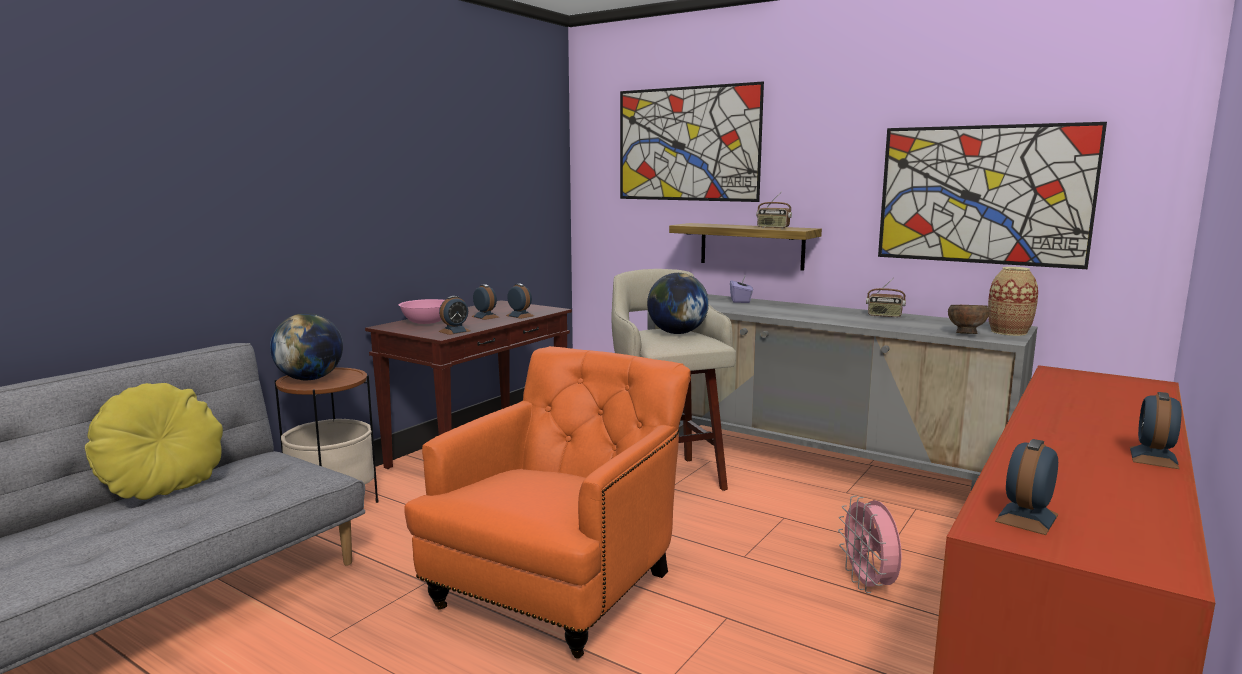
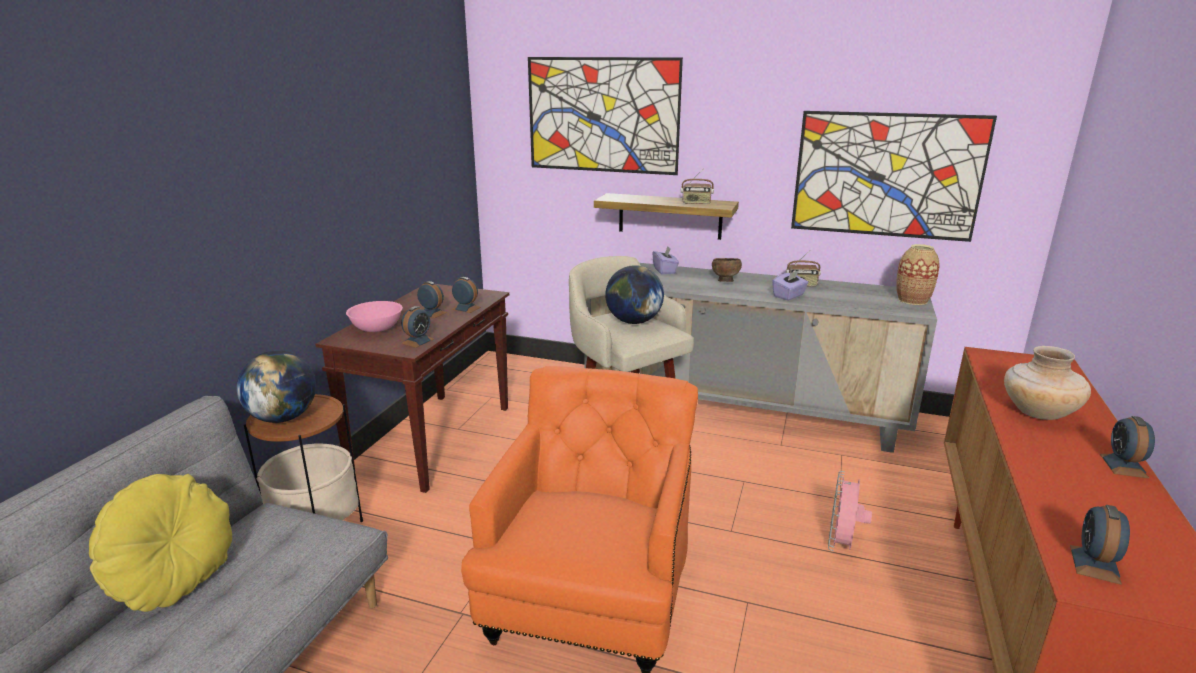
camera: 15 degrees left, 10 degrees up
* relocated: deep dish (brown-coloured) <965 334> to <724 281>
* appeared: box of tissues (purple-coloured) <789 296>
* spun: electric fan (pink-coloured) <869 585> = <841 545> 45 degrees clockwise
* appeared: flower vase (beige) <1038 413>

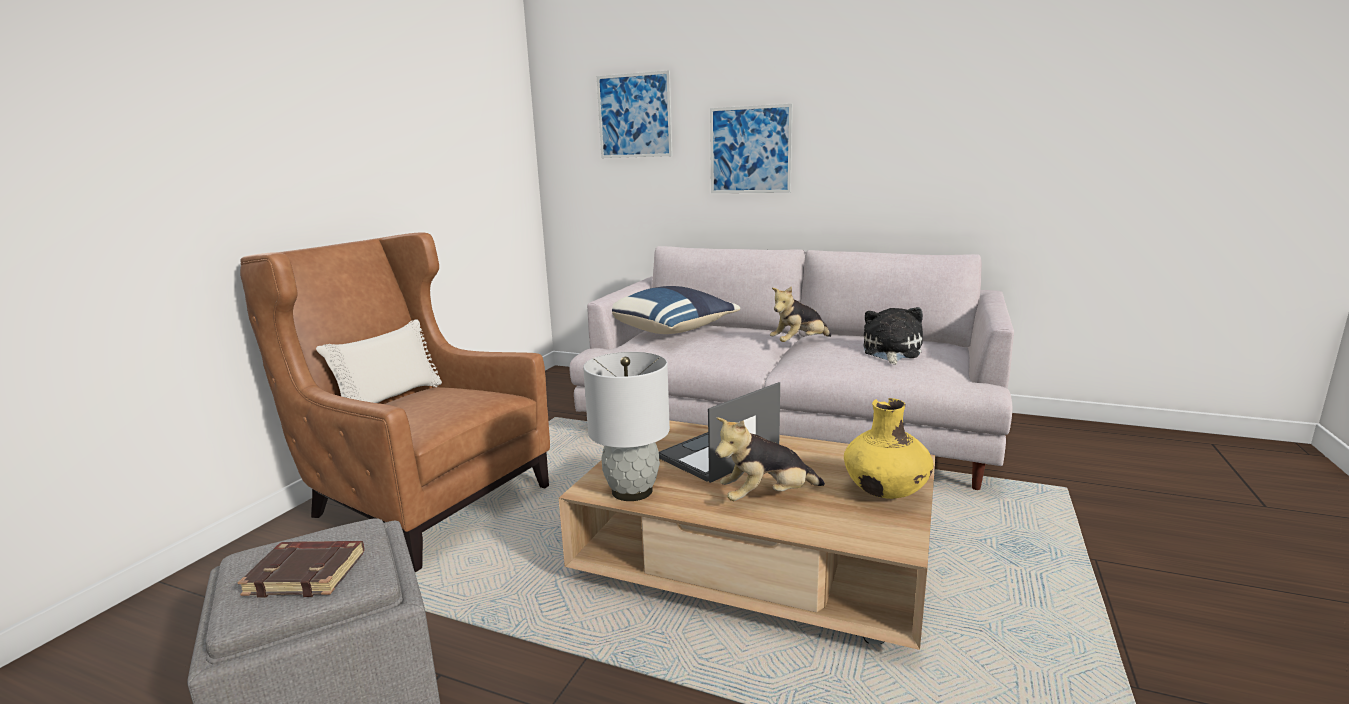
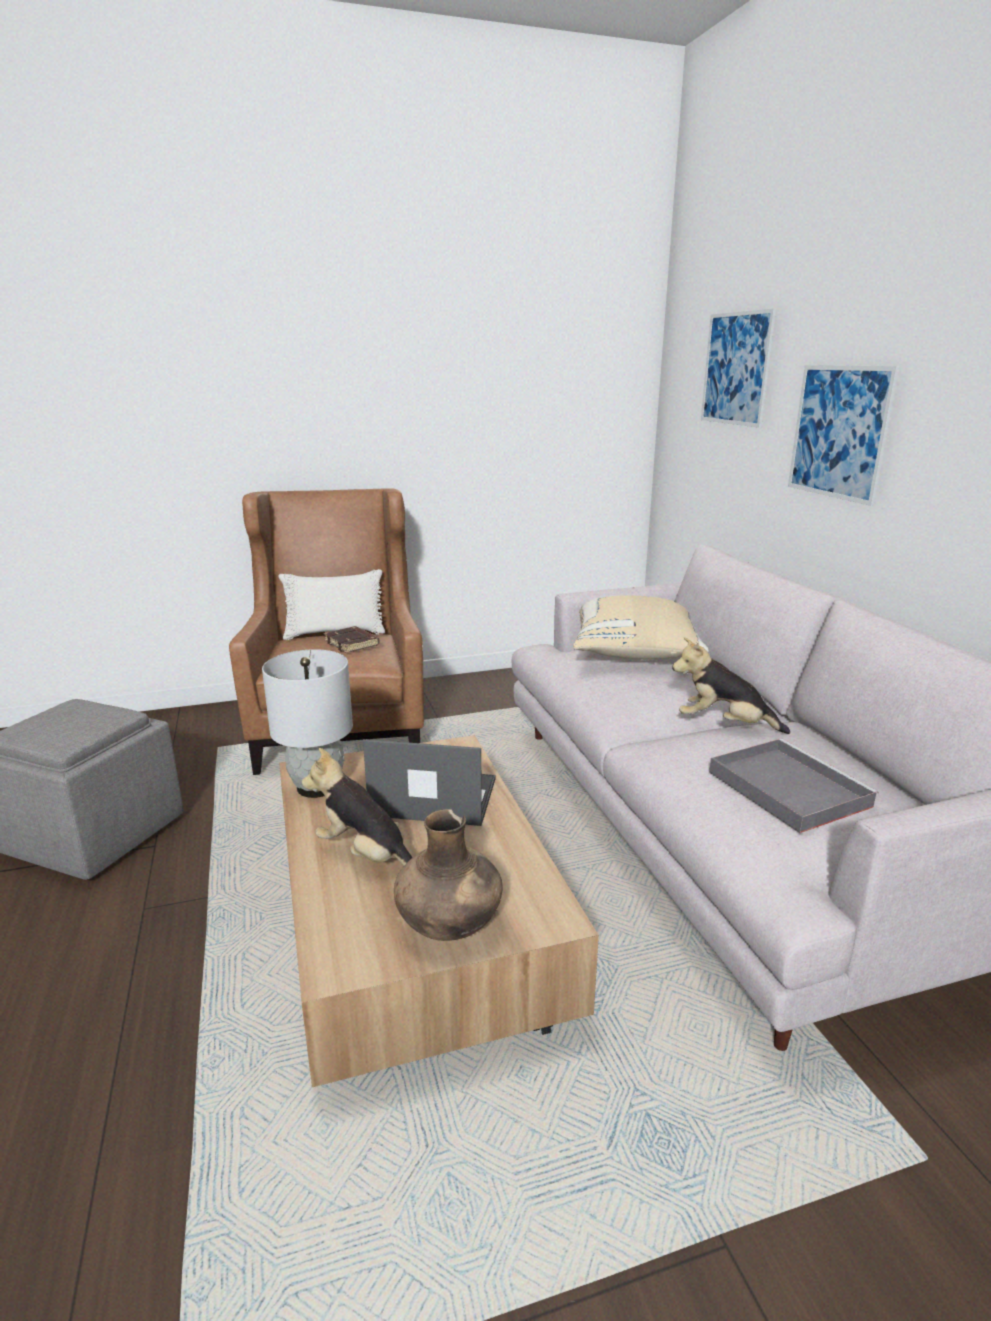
camera: 50 degrees right, 5 degrees up
* relocated: volume (brown-coloured) <308 573> to <352 643>
* colour: flower vase (yellow) <886 492> to flower vase (brown-coloured) <449 926>
* colour: cushion (bluish) <672 331> to cushion (beige) <635 653>
* exchanged: cuddly toy <891 352> to serving tray (greyish) <785 787>

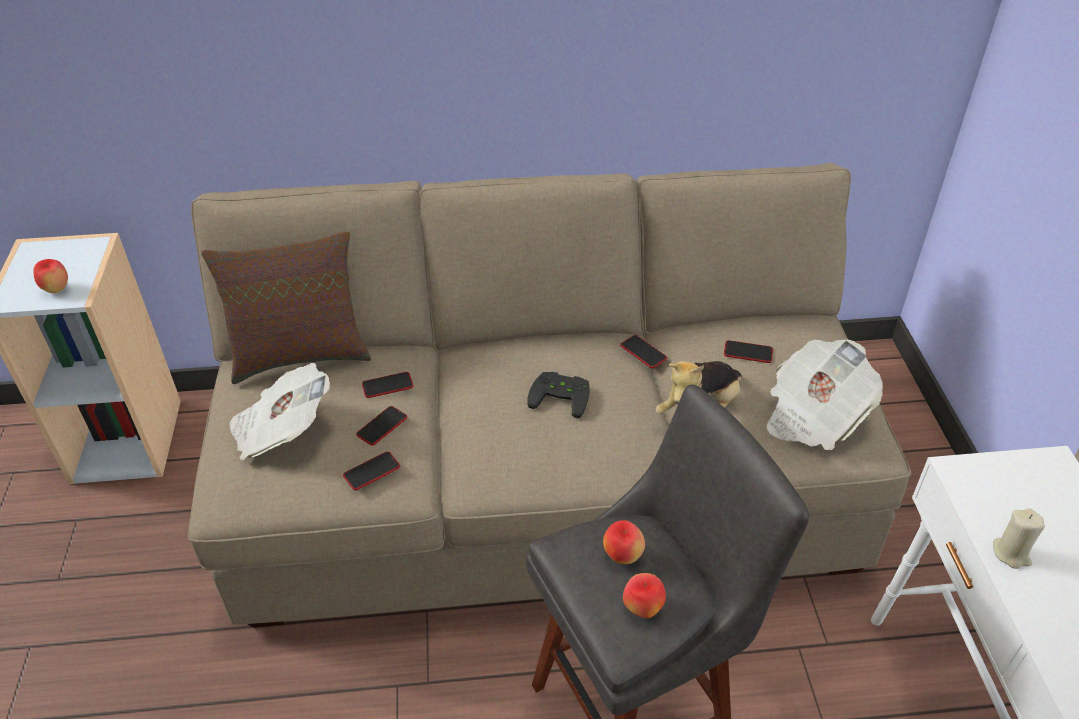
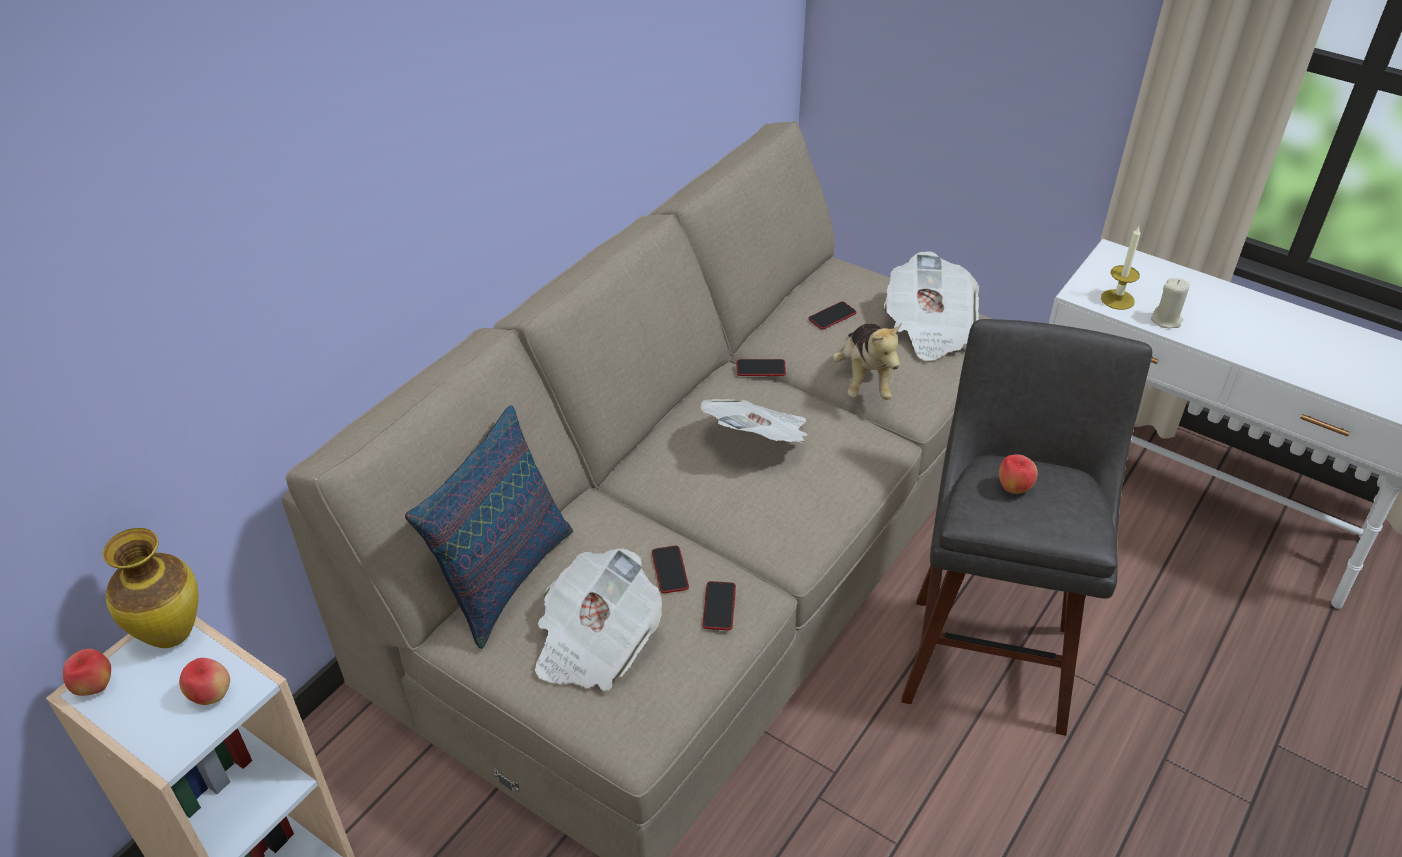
camera: 50 degrees left, 0 degrees up
* relocated: apple <642 608> to <95 687>
* appeared: flower vase <171 634>
* colour: cushion (brown-coloured) <301 358> to cushion (bluish) <506 579>
* exchanged: joypad (black-coloured) <561 395> to newspaper <758 441>
* appeared: wax candle <1117 299>
* missing: phone <387 385>

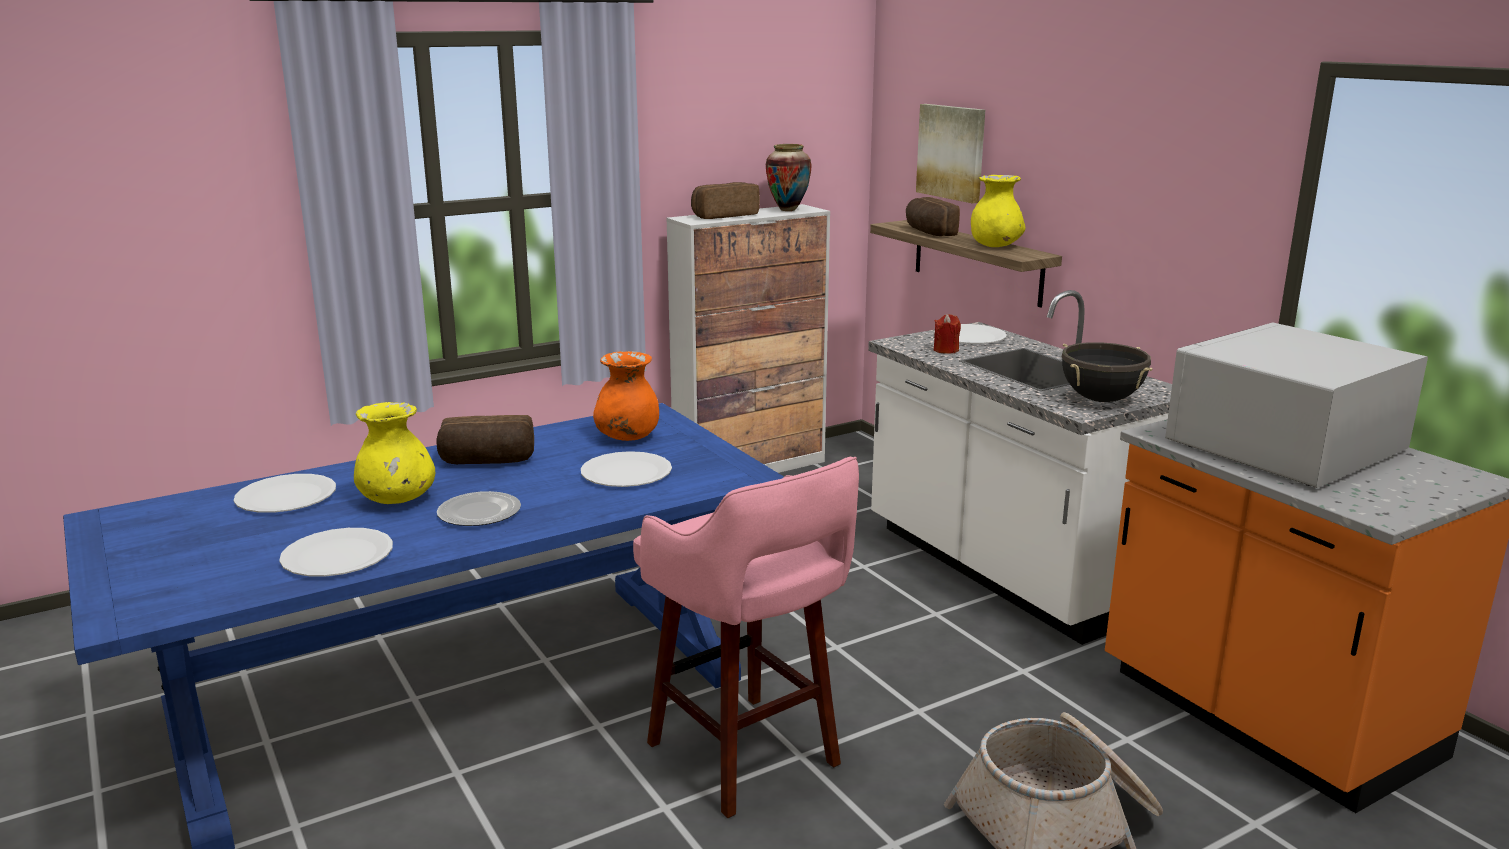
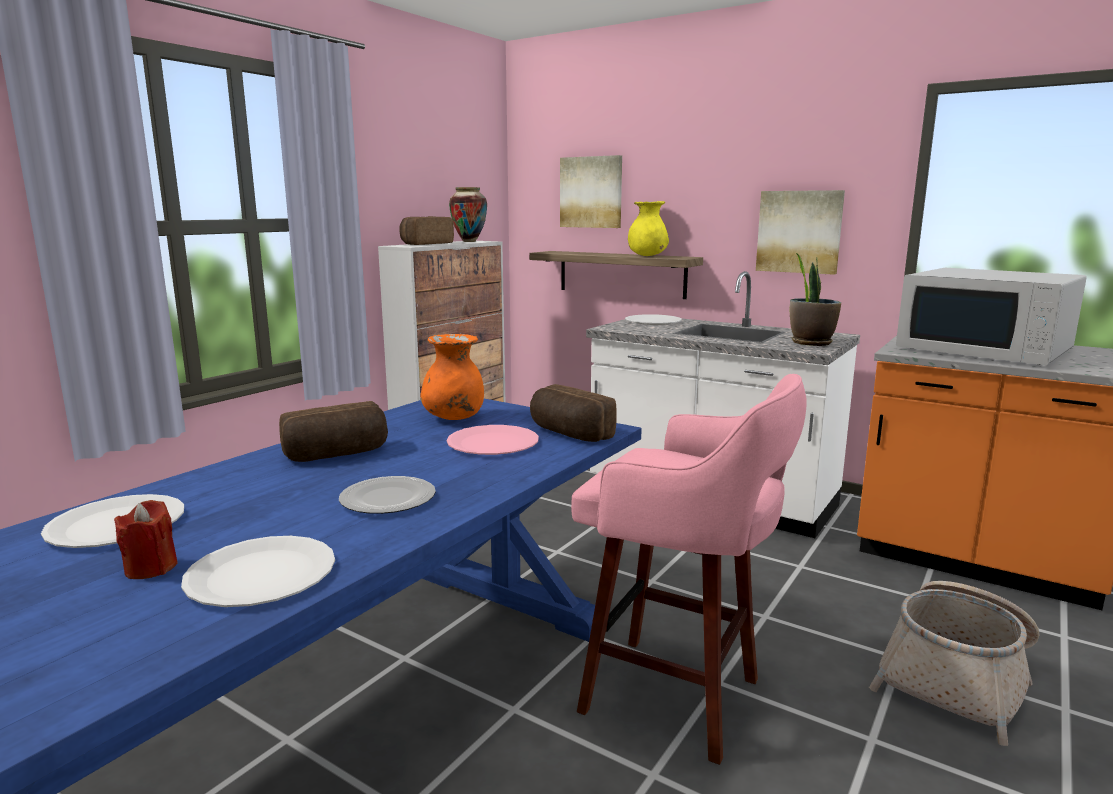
camera: 25 degrees left, 5 degrees down
* relocated: wax candle (red) <946 350> to <151 568>
* colour: plate (white-coloured) <626 472> to plate (pink-coloured) <493 443>
* relocated: bakery bread <928 232> to <568 434>
* appeared: wall picture <799 231>
* exchanged: cooking pot (black-coloured) <1101 400> to houseplant <811 343>
* spun: kitchen microwave (white-coloured) <1283 447> = <985 349> 75 degrees counterclockwise
* missing: flower vase (yellow) <398 500>

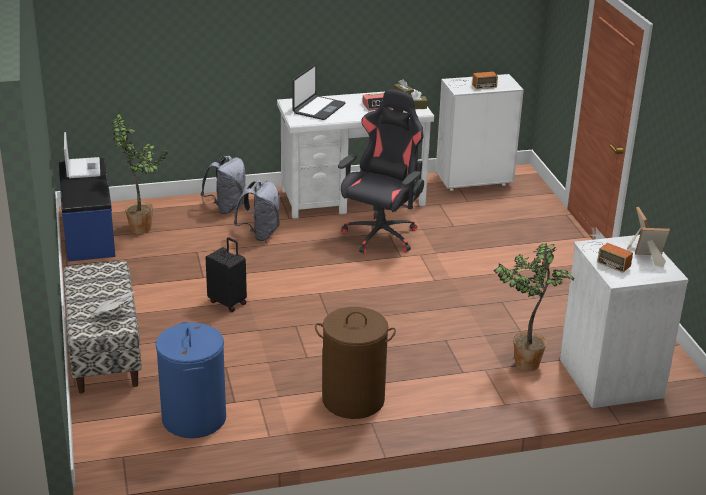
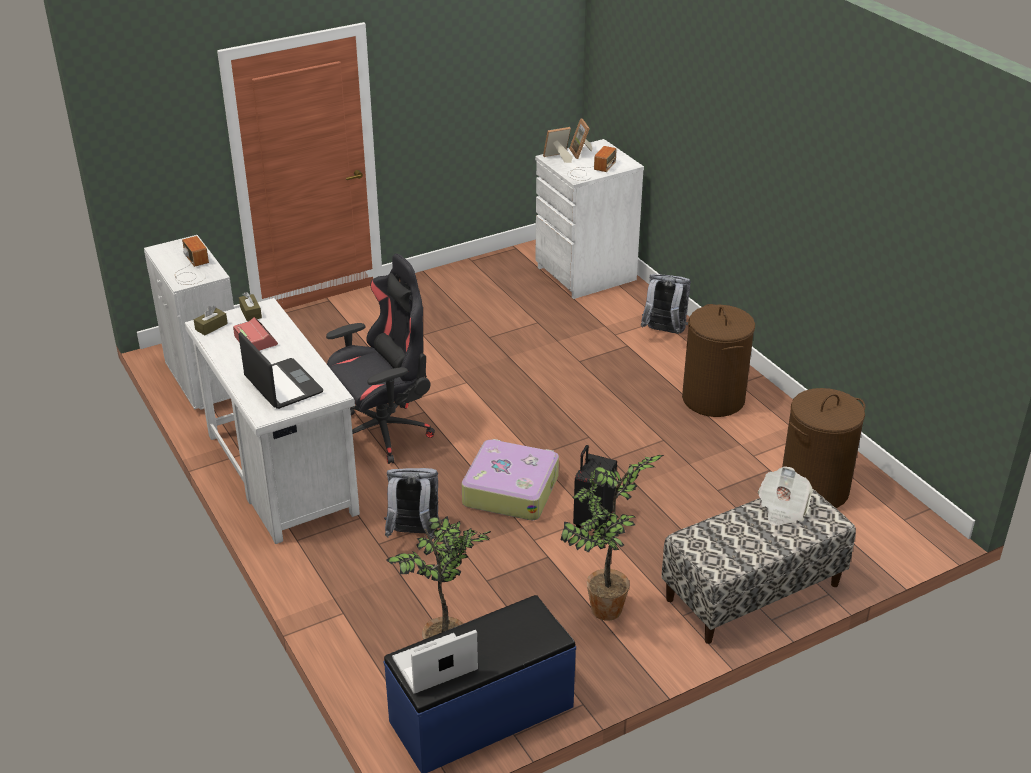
camera: 105 degrees left, 5 degrees up
* spun: laptop <318 108> = <282 385> 45 degrees clockwise
* spun: desk chair (black-coloured) <380 237> = <382 434> 135 degrees clockwise
* appeared: travel case <510 490>
* relocated: houseplant <523 362> to <604 613>
* relocated: backpack (greyish) <227 207> to <664 332>
* colour: washing basket (bluish) <193 418> to washing basket (brown-coloured) <814 489>

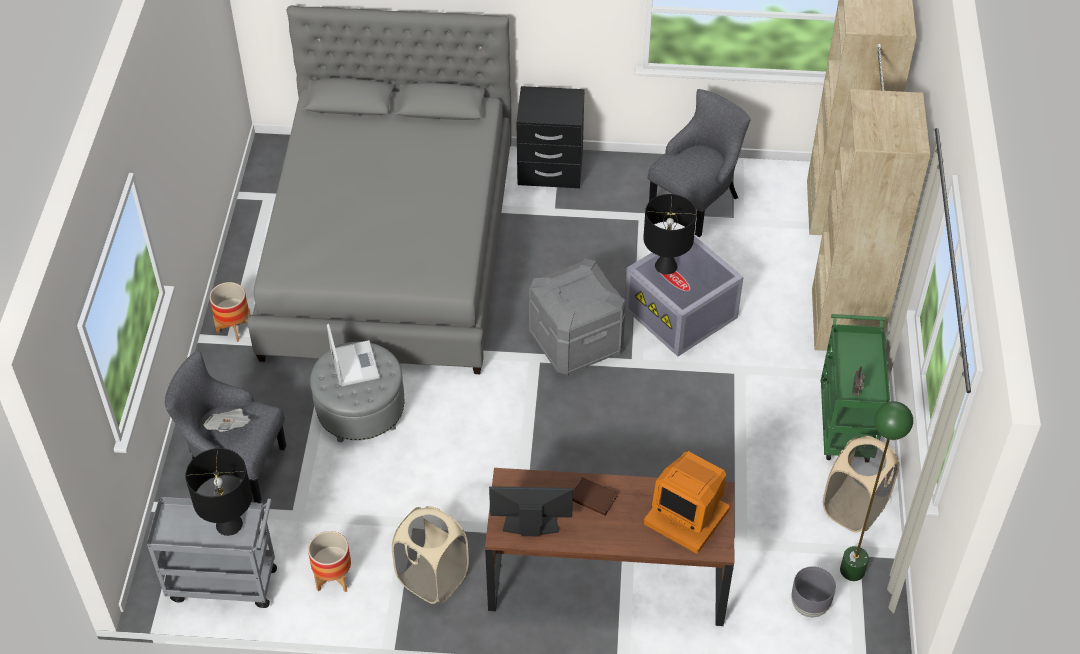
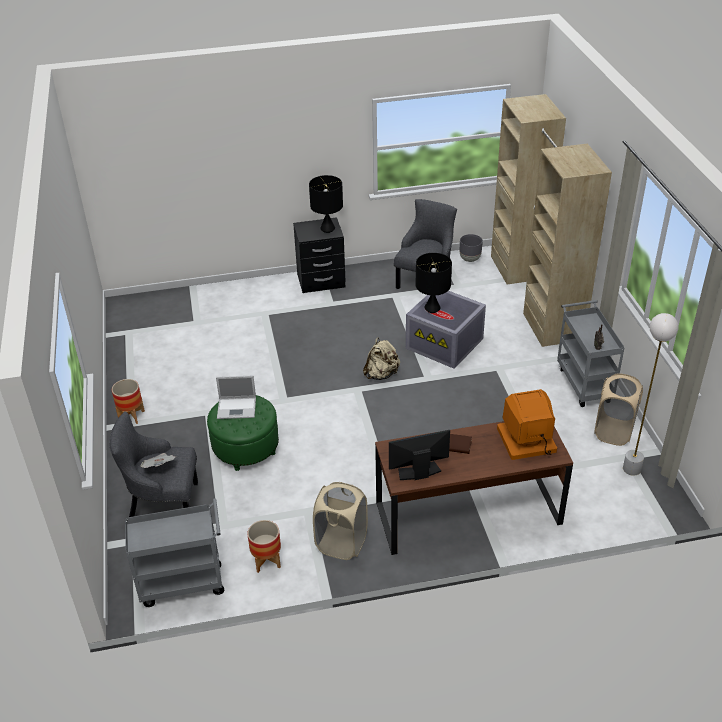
camera: 15 degrees left, 10 degrees down
* colour: footrest (greyish) <361 412> to footrest (greenish) <246 448>
* spun: laptop <354 363> = <237 408> 120 degrees clockwise
* relocated: table lamp (black-coloured) <230 526> to <327 229>
* exchanged: storage box (greyish) <576 342> to backpack (beige) <381 374>
* relocated: planter (greyish) <810 606> to <470 259>
* spun: computer display <687 515> = <526 441> 150 degrees clockwise
* colour: trolley (greenish) <845 425> to trolley (greyish) <583 385>
* colour: floor lamp (greenish) <852 570> to floor lamp (white-coloured) <631 469>
* missing: bed (greyish) <391 250>

